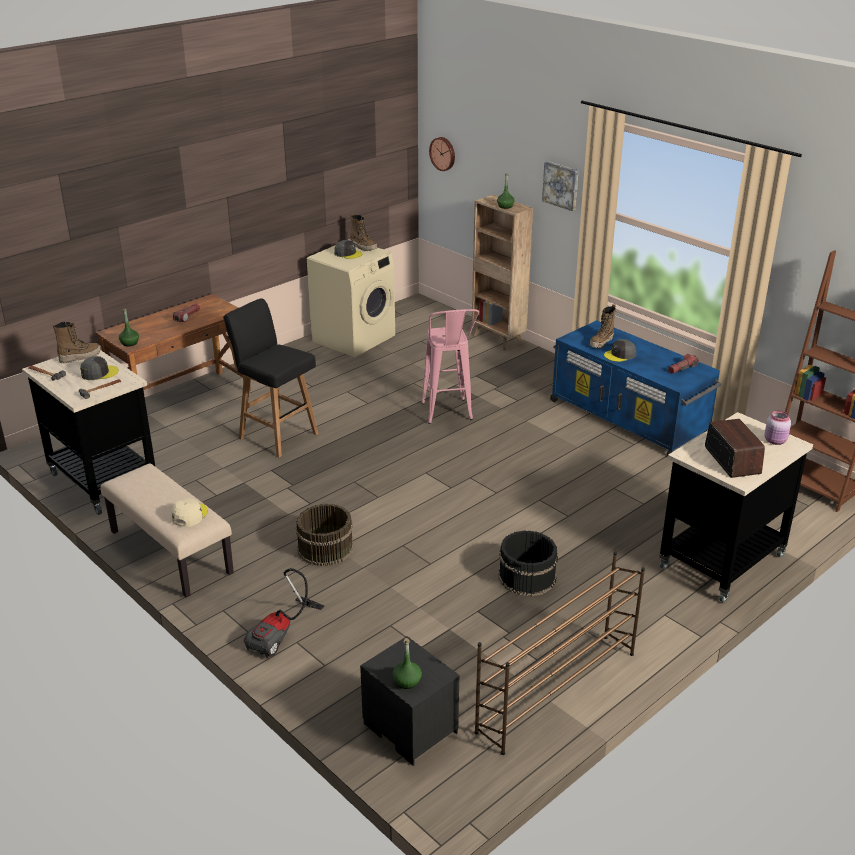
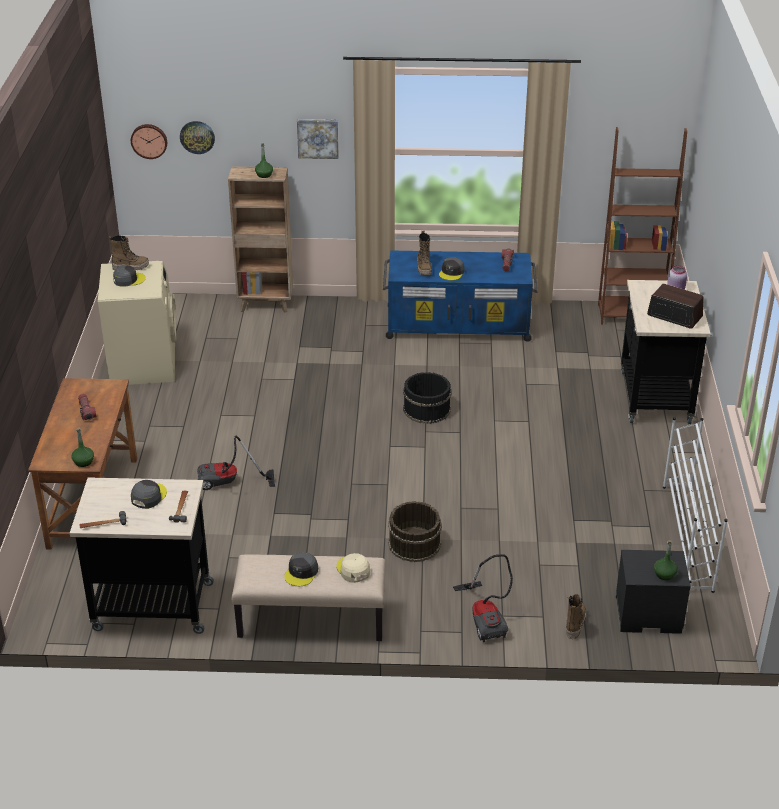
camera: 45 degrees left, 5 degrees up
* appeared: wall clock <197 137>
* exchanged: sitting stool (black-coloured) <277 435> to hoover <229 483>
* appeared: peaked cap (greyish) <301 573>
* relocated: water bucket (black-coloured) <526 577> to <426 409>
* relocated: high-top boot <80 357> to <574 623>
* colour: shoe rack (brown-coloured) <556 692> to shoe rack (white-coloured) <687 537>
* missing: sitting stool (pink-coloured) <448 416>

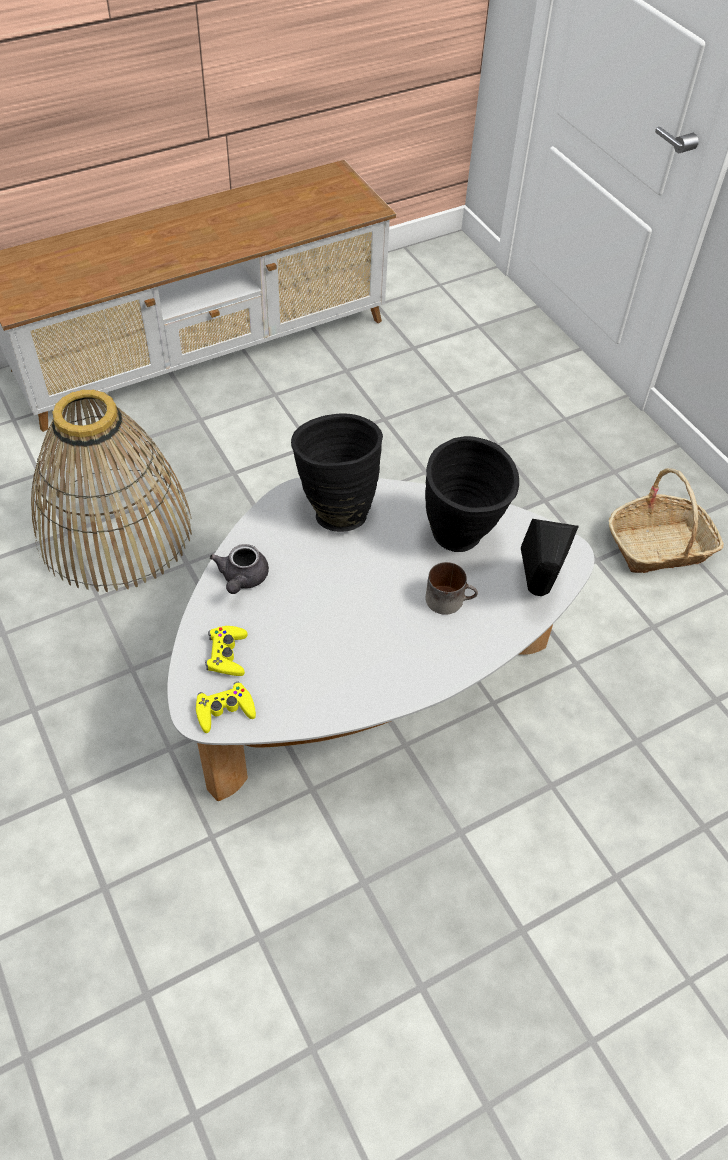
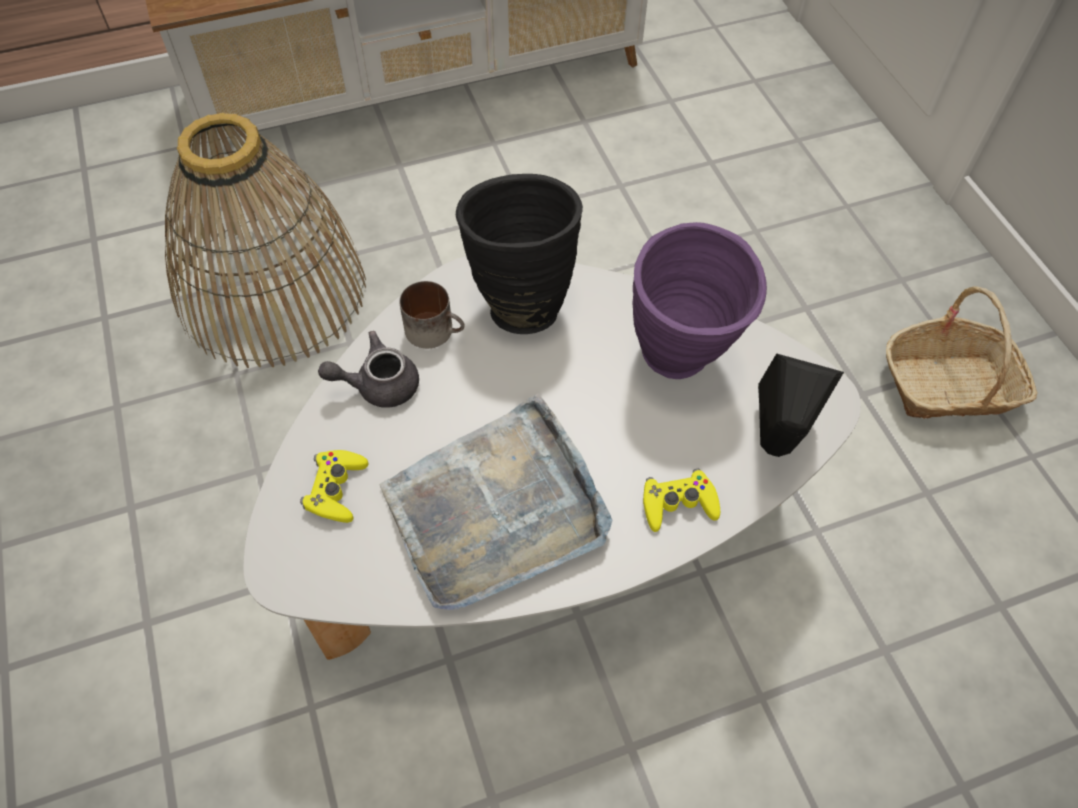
camera: 10 degrees right, 5 degrees up
* spun: pot for tea (greyish) <242 579> = <378 385> 60 degrees clockwise
* appeared: serving tray (greyish) <496 508>
* relocated: mug <449 599> to <435 330>
* colour: flower vase (black-coloured) <462 541> to flower vase (purple-coloured) <681 364>
* relocated: joypad (yellow) <224 710> to <678 504>

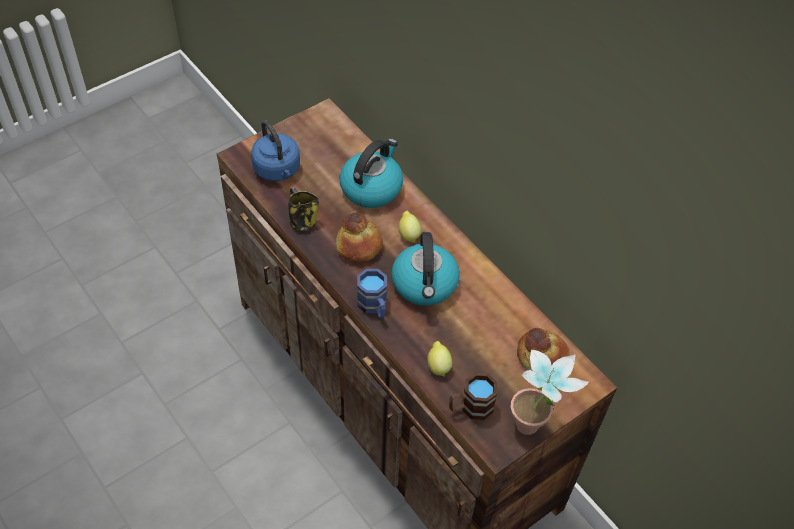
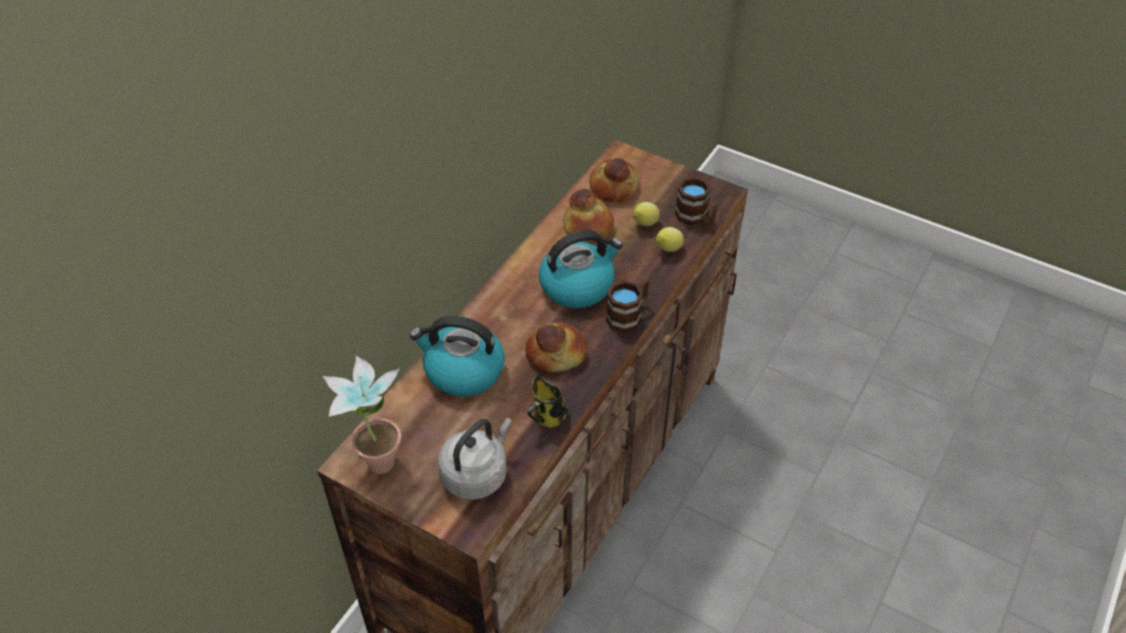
camera: 110 degrees left, 5 degrees down
* relocated: houseplant <536 423> to <377 455>
* colour: tea kettle (bluish) <278 170> to tea kettle (greyish) <477 474>
* appeared: bakery bread <587 227>
* colour: mug (bluish) <374 306> to mug (brown-coloured) <628 315>
* relocated: citrus fruit <408 234> to <644 224>

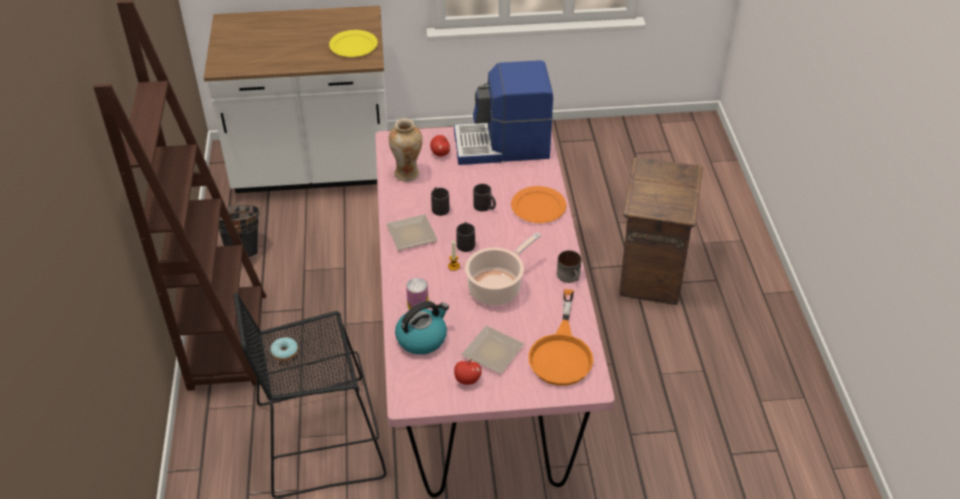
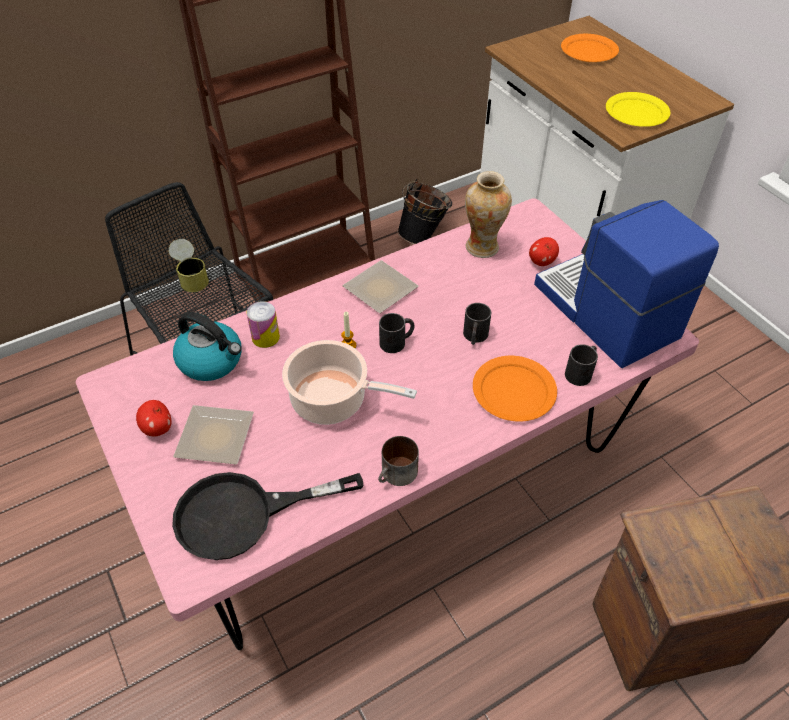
camera: 65 degrees right, 5 degrees up
* exchanged: ring doughnut <284 353> to sealed can <191 277>
* colour: frying pan (orange) <561 352> to frying pan (black-coloured) <244 514>
* appeared: plate (orange) <589 51>
* relocated: mug (black-coloured) <439 207> to <581 372>

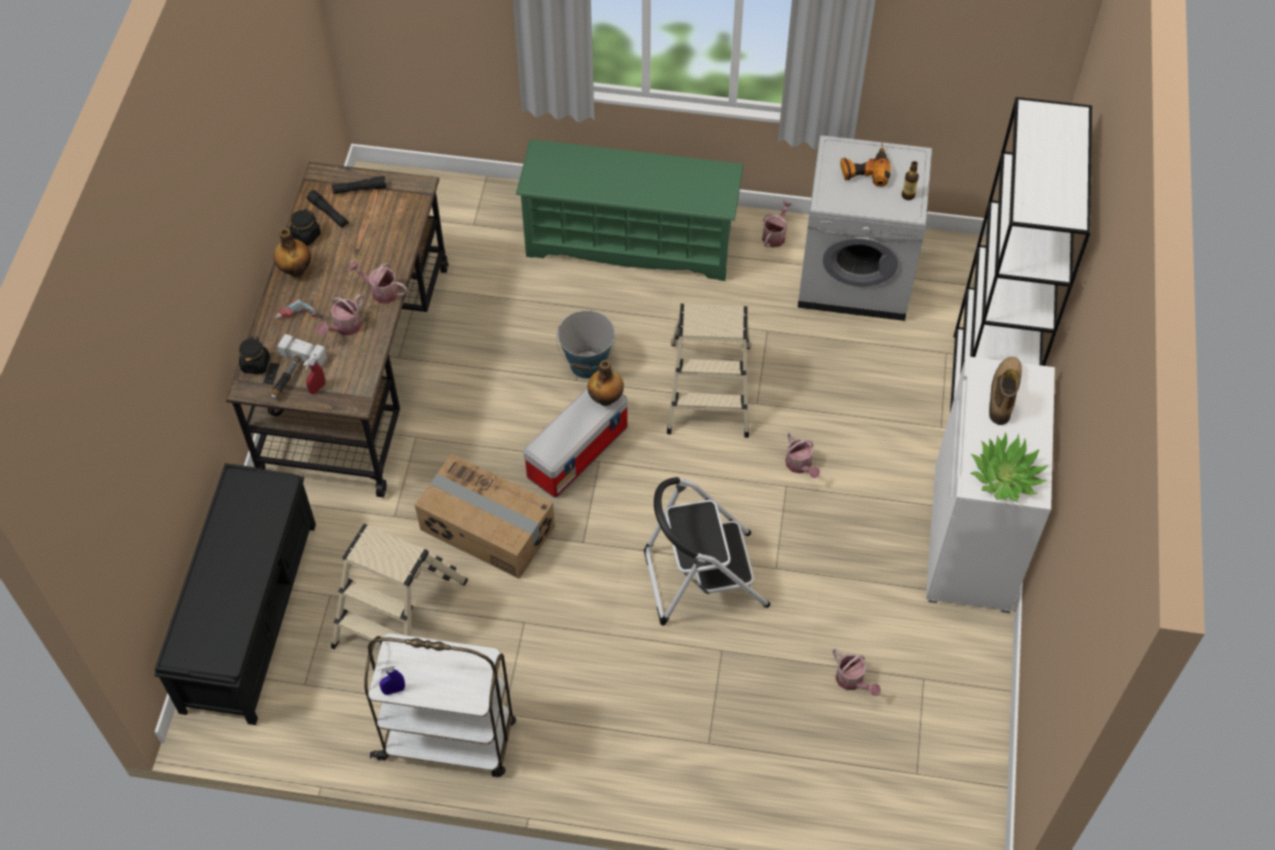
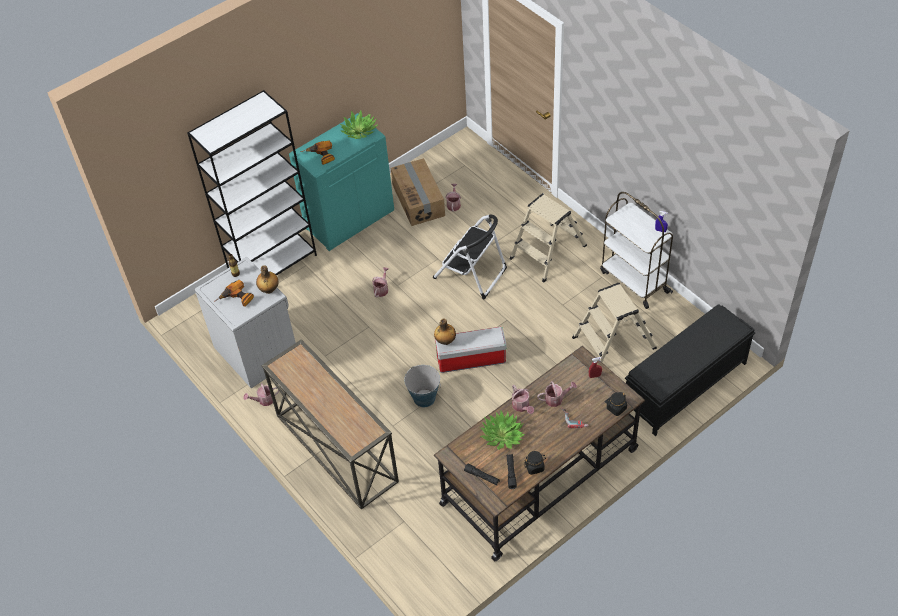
camera: 135 degrees left, 5 degrees down
* relocated: drink bottle <296 269> to <269 290>
* exchanged: shoe rack (greenish) <631 242> to hall table <335 448>
* colour: storage cabinet (white-coloured) <973 540> to storage cabinet (turquoise-coloured) <349 218>
* exchanged: high-top boot <1003 393> to electric drill <321 156>
* relocated: carton <487 529> to <419 200>
* appeared: houseplant <502 435>
* relocated: step stool (beige) <709 387> to <548 252>
* missing: hammer <291 375>

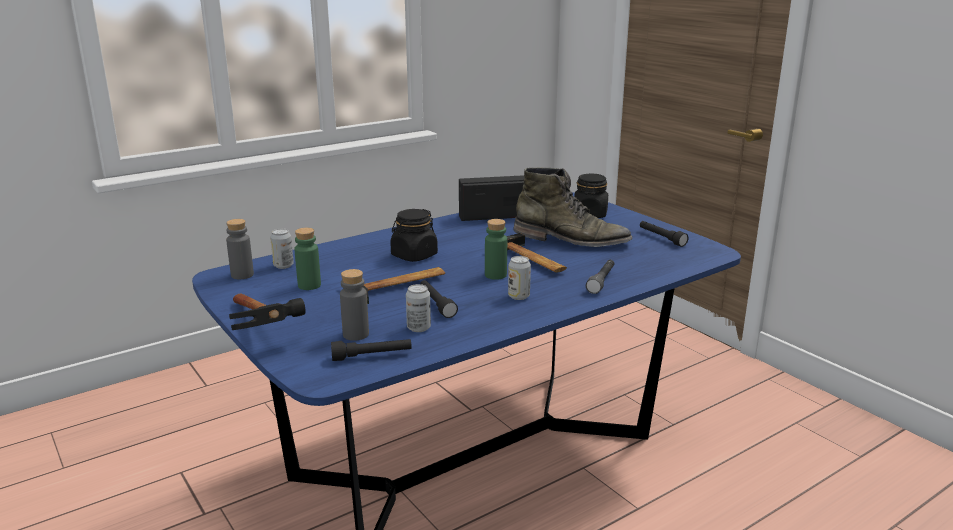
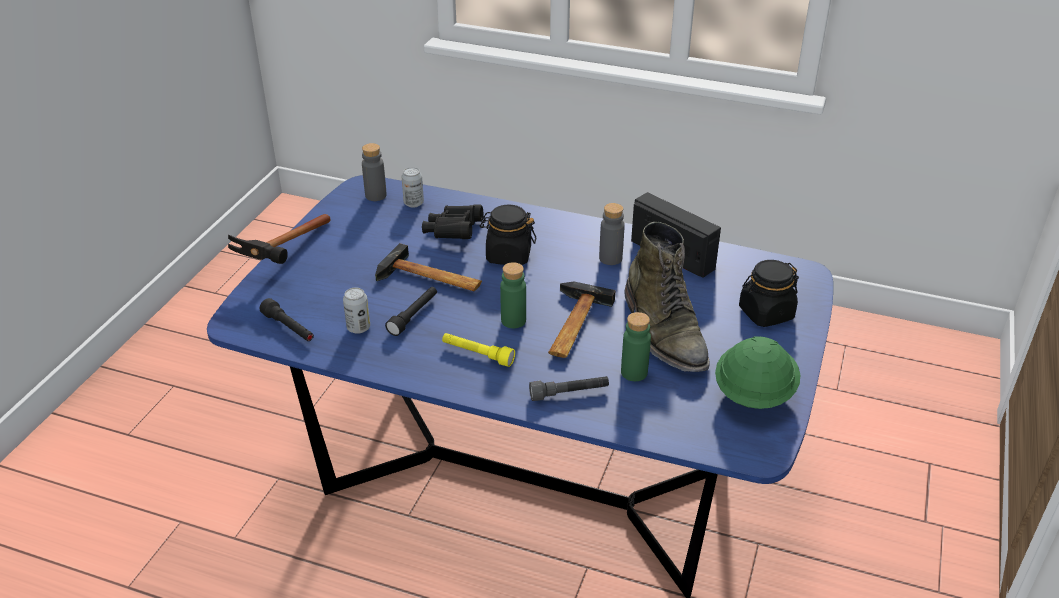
camera: 55 degrees right, 15 degrees up
* appeared: field glasses (black-coloured) <453 233>
* exchanged: sealed can <518 296> to torch (yellow) <477 354>
* relocated: drink bottle (greyish) <356 334> to <610 258>
* relocated: drink bottle (greenish) <309 285> to <634 372>
* exchanged: torch (black-coloured) <661 238> to work helmet (greenish) <753 393>

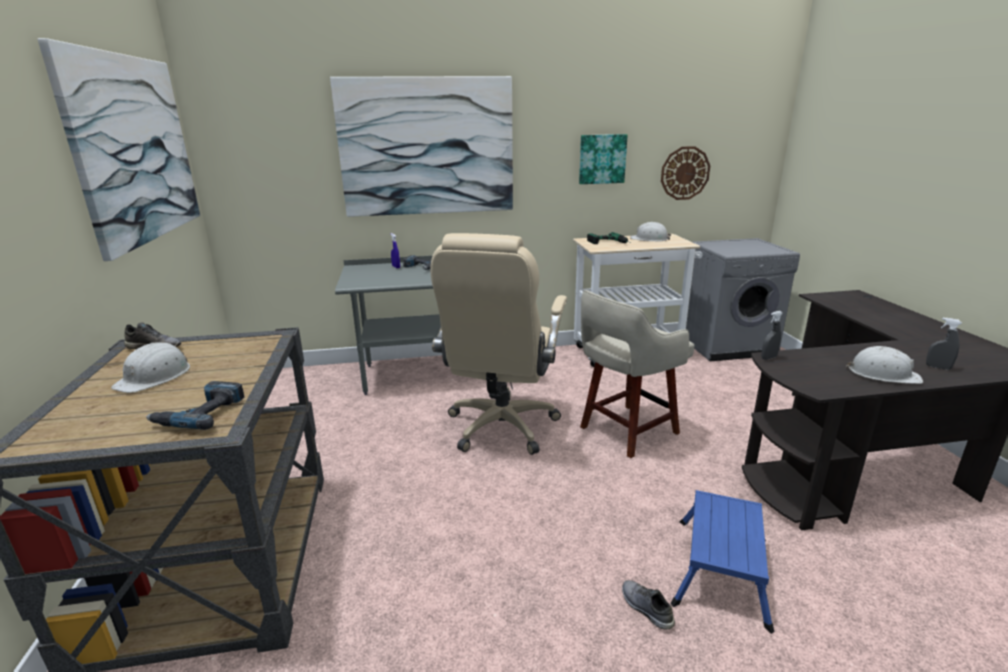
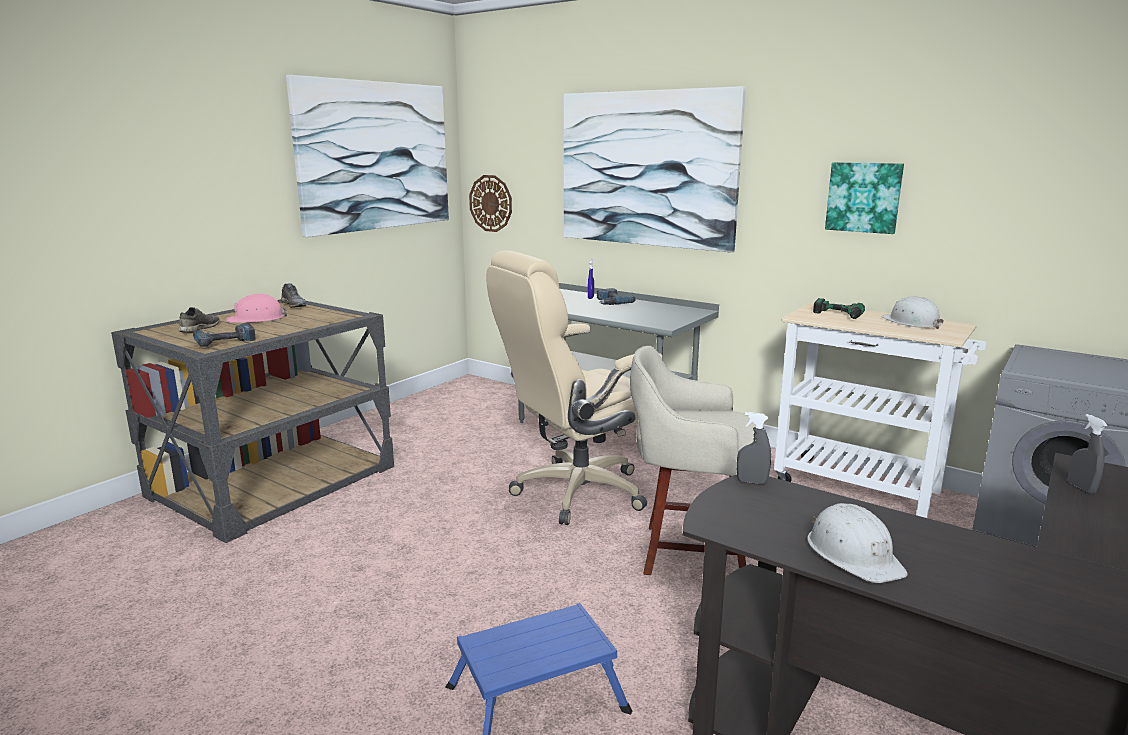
camera: 45 degrees right, 5 degrees down
* relocated: low shoe (greyish) <645 608> to <199 328>
* colour: work helmet (white-coloured) <155 377> to work helmet (pink-coloured) <257 319>
* relocated: wall clock <685 173> to <491 203>
* relocated: sprayer (greyish) <938 367> to <1081 487>

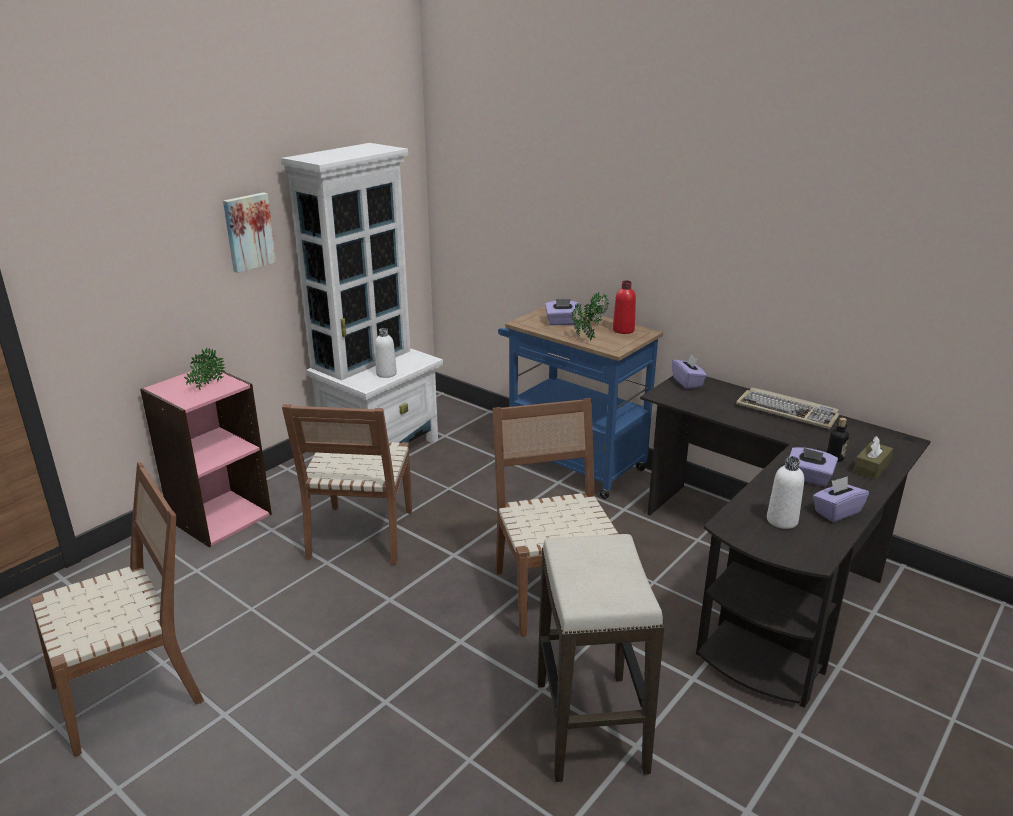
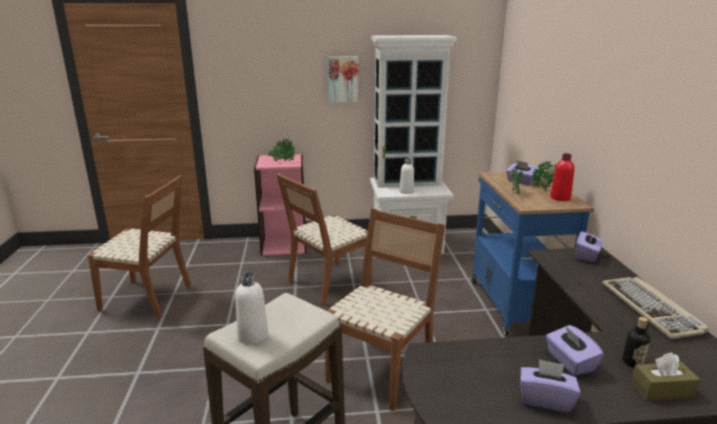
camera: 45 degrees right, 5 degrees down
* relocated: drink bottle (white-coloured) <782 520> to <253 336>

